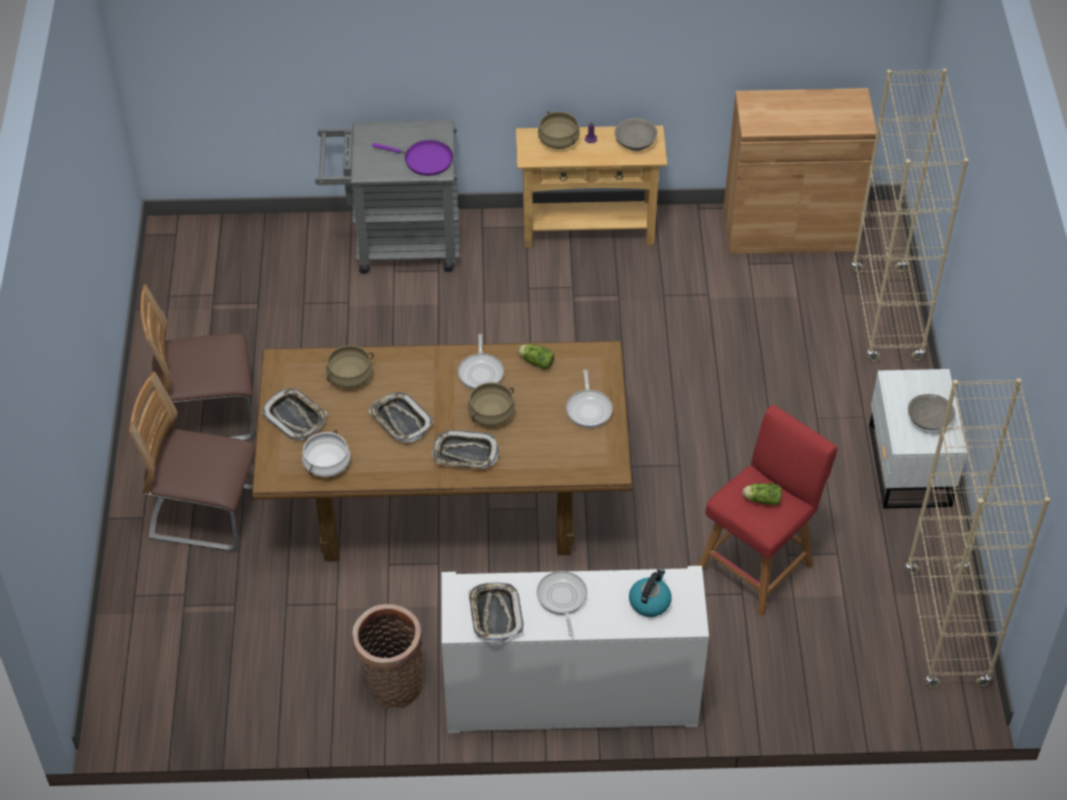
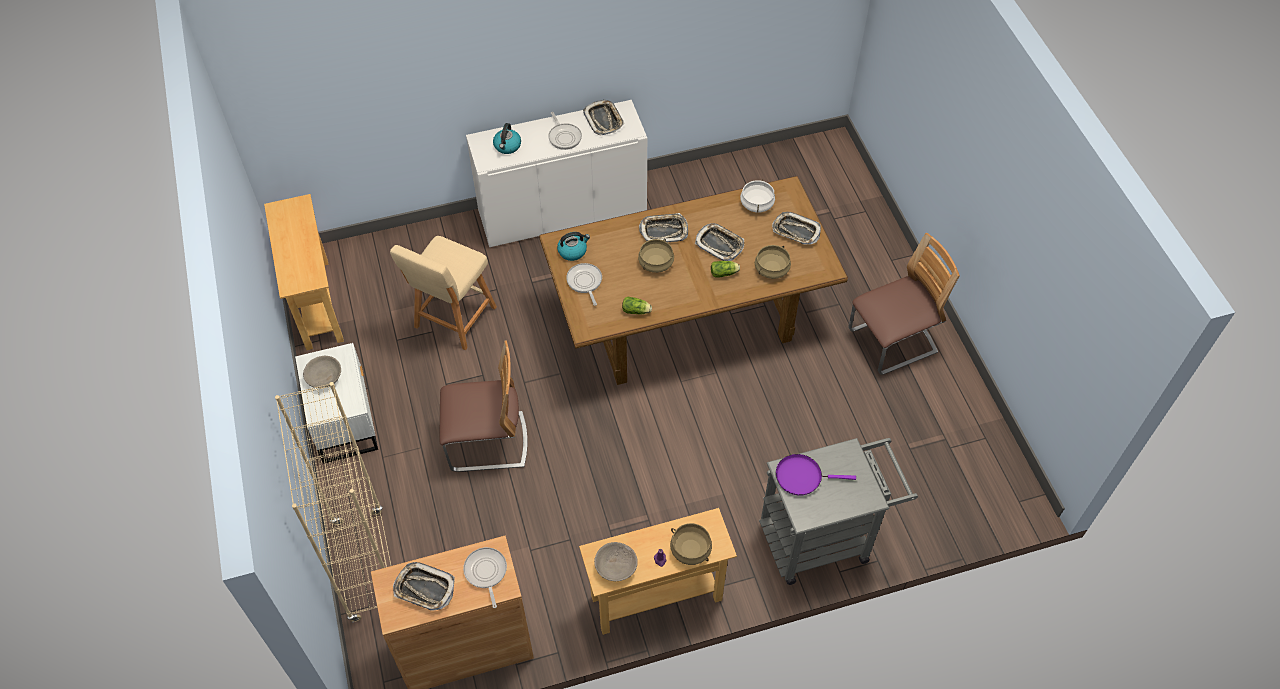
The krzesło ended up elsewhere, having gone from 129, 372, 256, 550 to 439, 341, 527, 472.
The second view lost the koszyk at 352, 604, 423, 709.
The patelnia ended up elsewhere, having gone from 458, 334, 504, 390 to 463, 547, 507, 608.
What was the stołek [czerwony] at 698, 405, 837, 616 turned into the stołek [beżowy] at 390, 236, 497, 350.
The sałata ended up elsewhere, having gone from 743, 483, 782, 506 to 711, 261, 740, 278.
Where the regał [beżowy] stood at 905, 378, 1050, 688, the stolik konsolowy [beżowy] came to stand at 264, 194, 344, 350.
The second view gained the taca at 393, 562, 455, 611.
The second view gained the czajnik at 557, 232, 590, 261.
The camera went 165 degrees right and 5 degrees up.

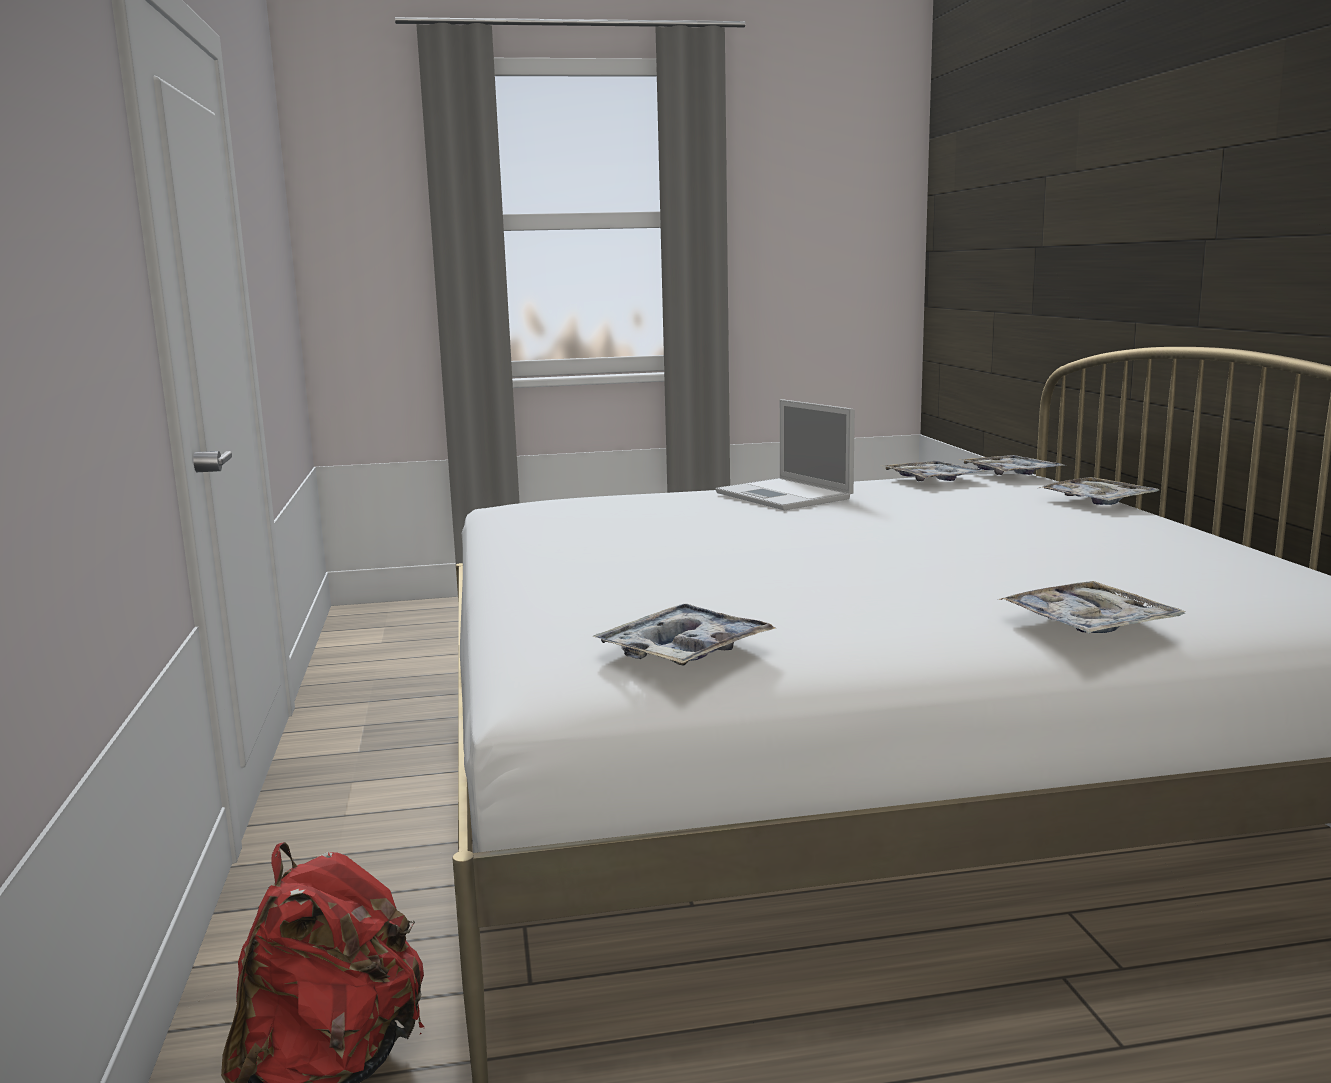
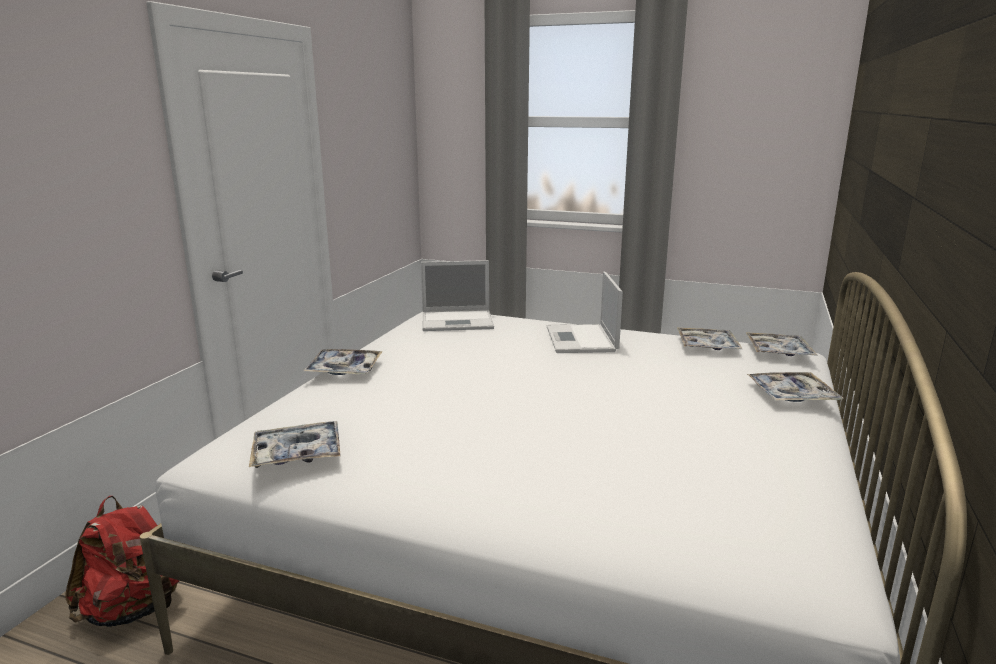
The taca ended up elsewhere, having gone from 998, 581, 1185, 633 to 302, 349, 383, 375.
The second view gained the laptop at 421, 260, 494, 331.
The camera went 30 degrees right and 5 degrees up.

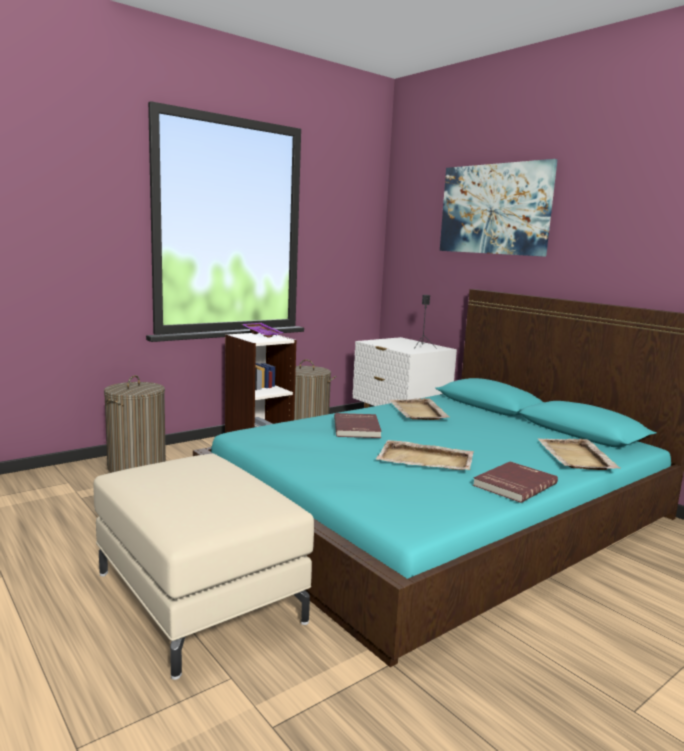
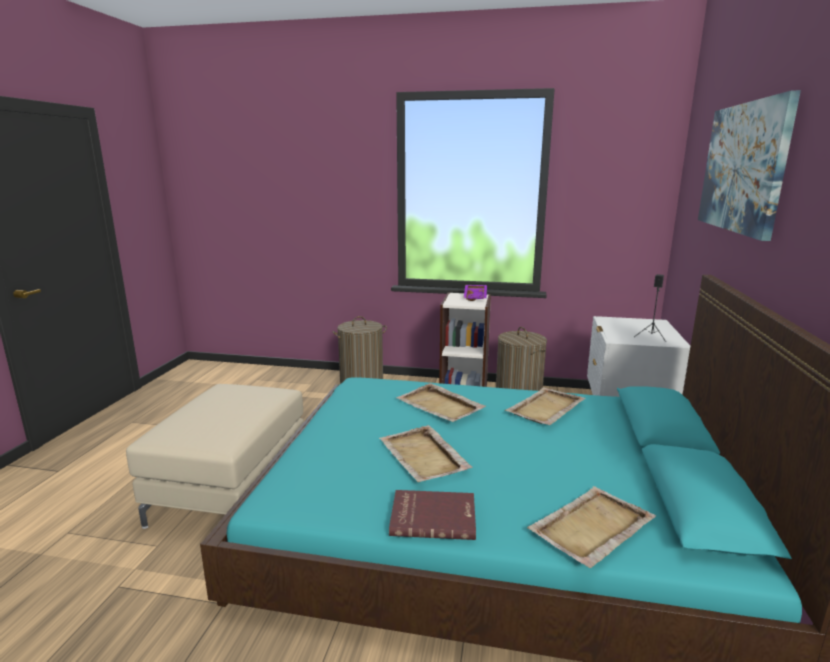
Where the książka [czerwony] stood at 334, 413, 382, 438, the taca [beżowy] came to stand at 396, 383, 486, 422.
The camera went 50 degrees right and 5 degrees up.

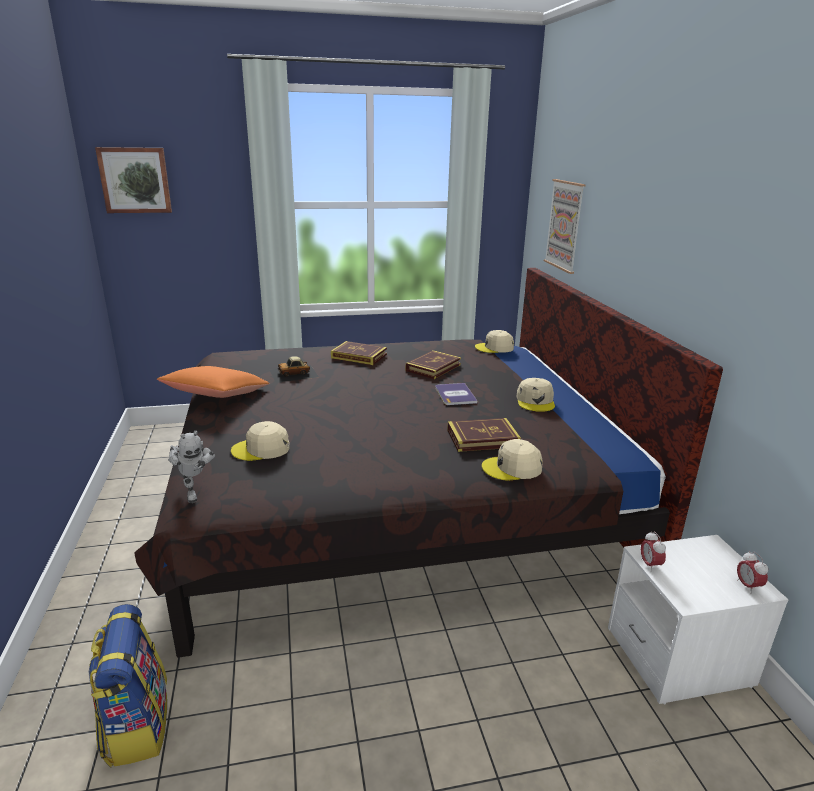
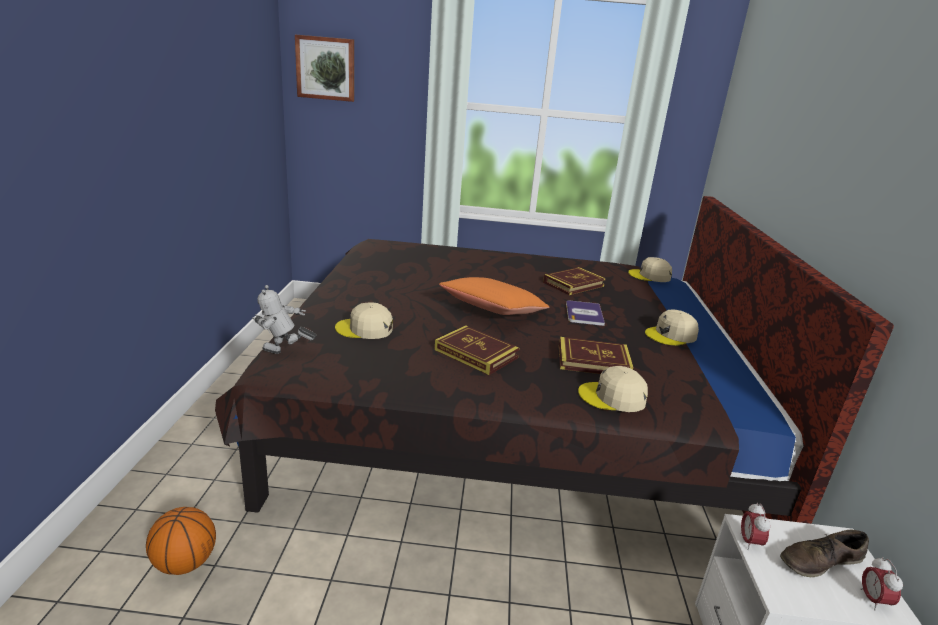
Where the plecak stood at 88, 604, 167, 767, the piłka do koszykówki came to stand at 146, 507, 216, 575.
The poduszka [pomarańczowy] ended up elsewhere, having gone from 157, 366, 269, 398 to 439, 277, 549, 315.
The robot zabawkowy at 168, 431, 215, 503 ended up facing another way, 105 degrees clockwise from before.
The second view lost the samochodzik at 270, 356, 319, 383.
The książka ended up elsewhere, having gone from 331, 341, 387, 365 to 435, 325, 519, 375.
The czapka z daszkiem [beżowy] at 516, 378, 555, 412 ended up facing another way, 45 degrees clockwise from before.
The second view lost the obraz at 544, 179, 585, 274.
The second view gained the but [brązowy] at 780, 530, 869, 577.
The camera went 15 degrees right and 0 degrees up.

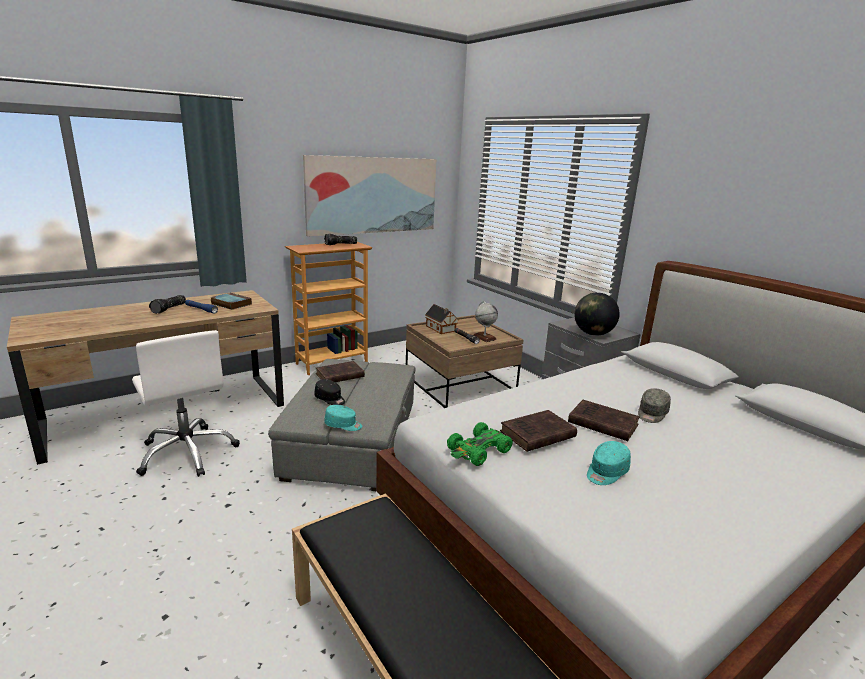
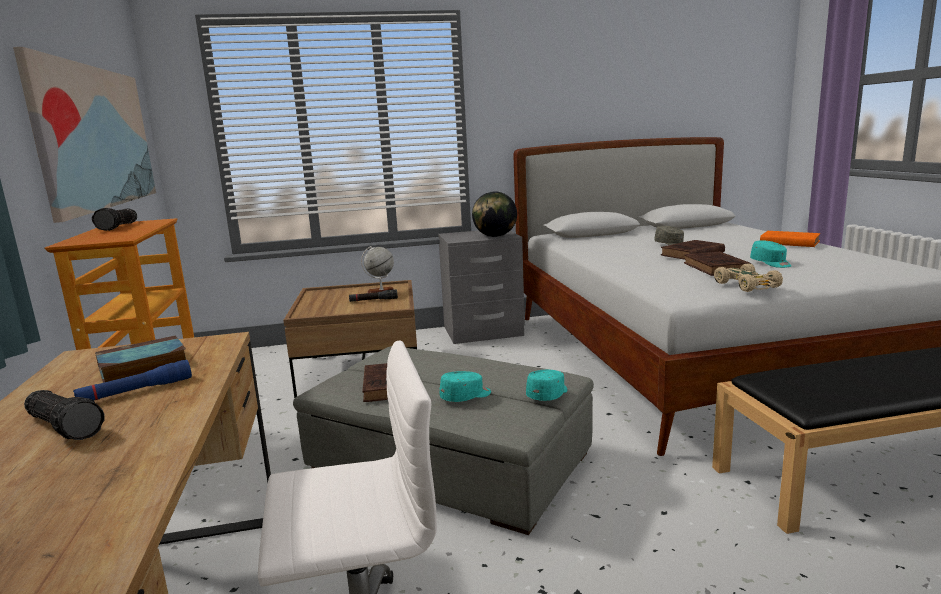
What was the czapka z daszkiem [czarny] at 314, 379, 345, 405 turned into the czapka z daszkiem [turkusowy] at 440, 371, 491, 402.
The second view lost the domek at 425, 304, 458, 334.
What was the samochodzik [zielony] at 447, 422, 513, 466 turned into the samochodzik [beżowy] at 714, 263, 783, 292.
The second view gained the książka [pomarańczowy] at 760, 231, 820, 247.
The camera went 65 degrees left and 5 degrees down.

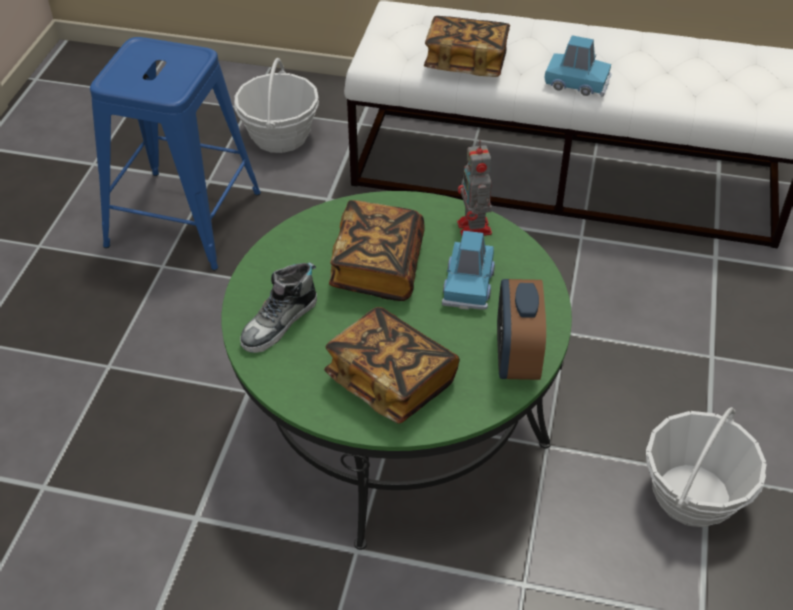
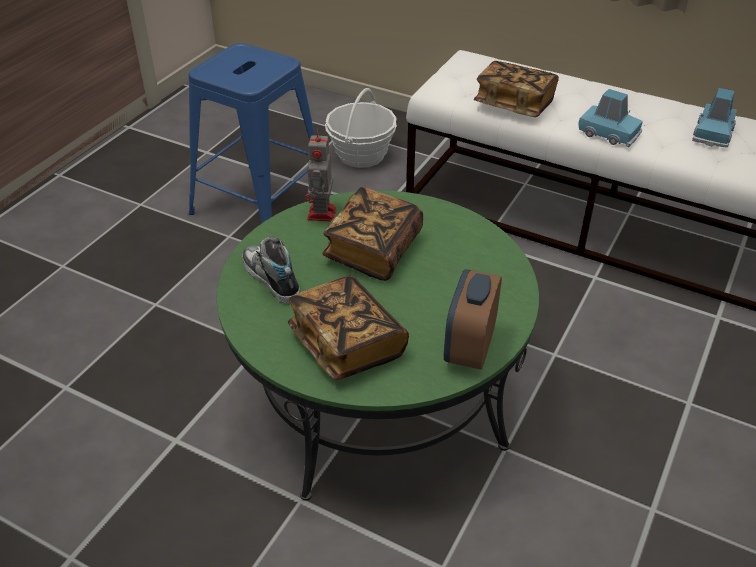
The but at 240, 262, 317, 353 ended up facing another way, 90 degrees clockwise from before.
The samochodzik [niebieski] ended up elsewhere, having gone from 442, 231, 495, 310 to 692, 88, 737, 147.
The robot zabawkowy ended up elsewhere, having gone from 457, 140, 492, 236 to 305, 129, 337, 222.
The second view lost the koszyk at 646, 407, 767, 527.
The camera went 15 degrees right and 5 degrees down.

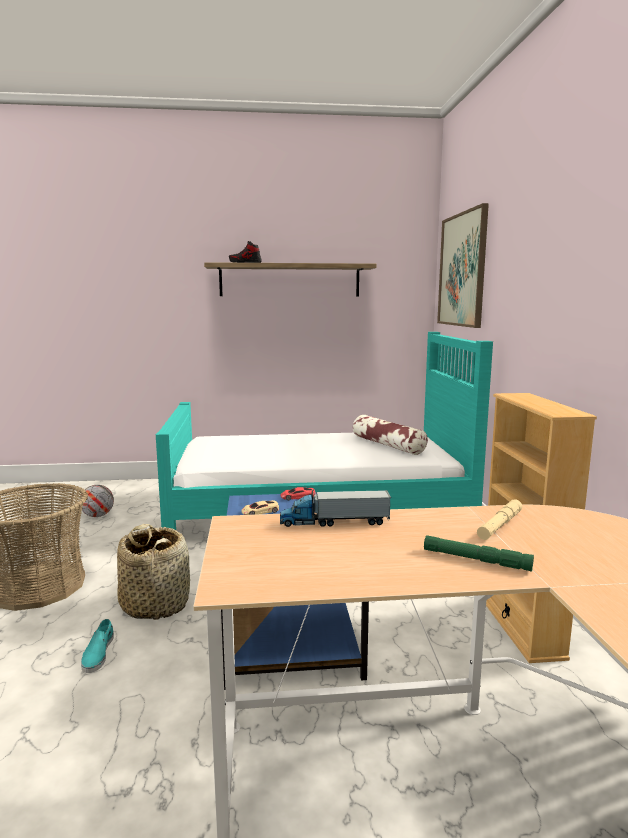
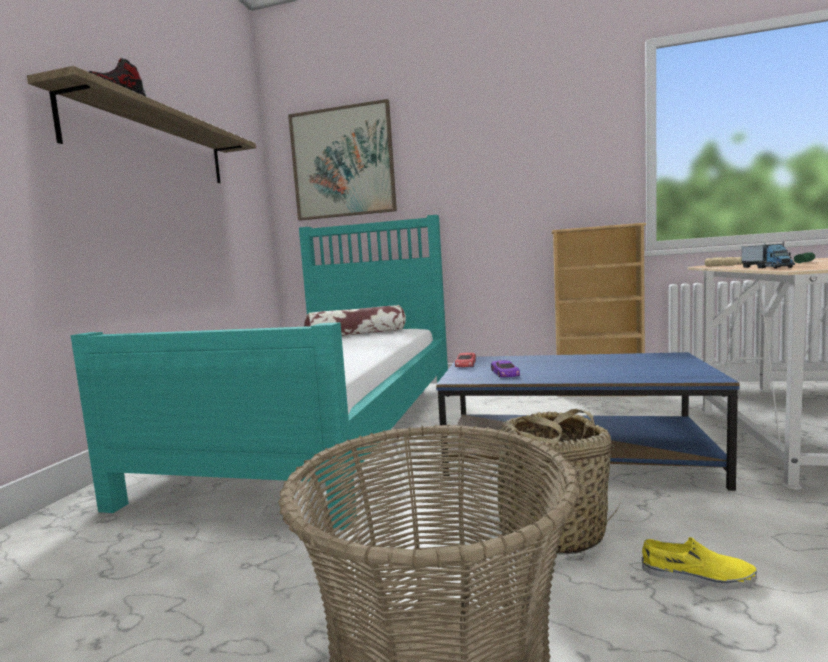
The second view lost the piłka futbolowa at 80, 485, 114, 517.
What was the but [turkusowy] at 81, 619, 114, 673 turned into the but [żółty] at 642, 537, 757, 590.
What was the samochodzik [beżowy] at 241, 500, 279, 515 turned into the samochodzik [fioletowy] at 491, 360, 520, 377.
The camera went 70 degrees left and 5 degrees down.

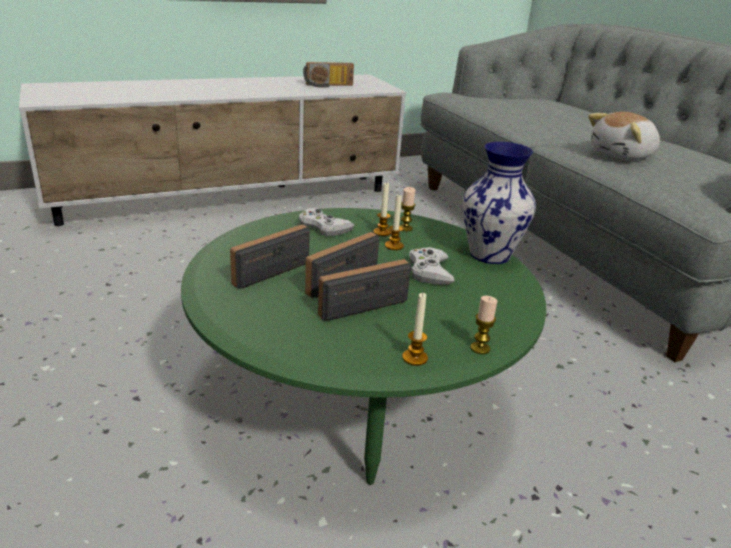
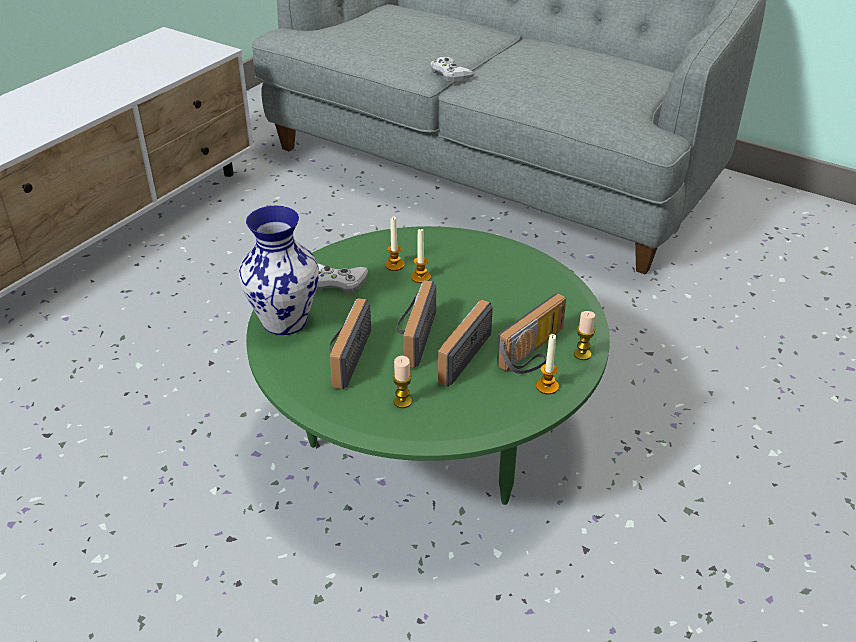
The radio ended up elsewhere, having gone from 303, 62, 354, 88 to 497, 293, 566, 374.
The świeca ended up elsewhere, having gone from 400, 187, 415, 231 to 393, 356, 412, 408.
The pad do gier [biały] ended up elsewhere, having gone from 409, 247, 455, 285 to 430, 57, 475, 81.
The wazon ended up elsewhere, having gone from 462, 142, 536, 264 to 239, 206, 319, 335.
The second view lost the pluszak at 588, 112, 660, 160.
The camera went 30 degrees left and 10 degrees up.

